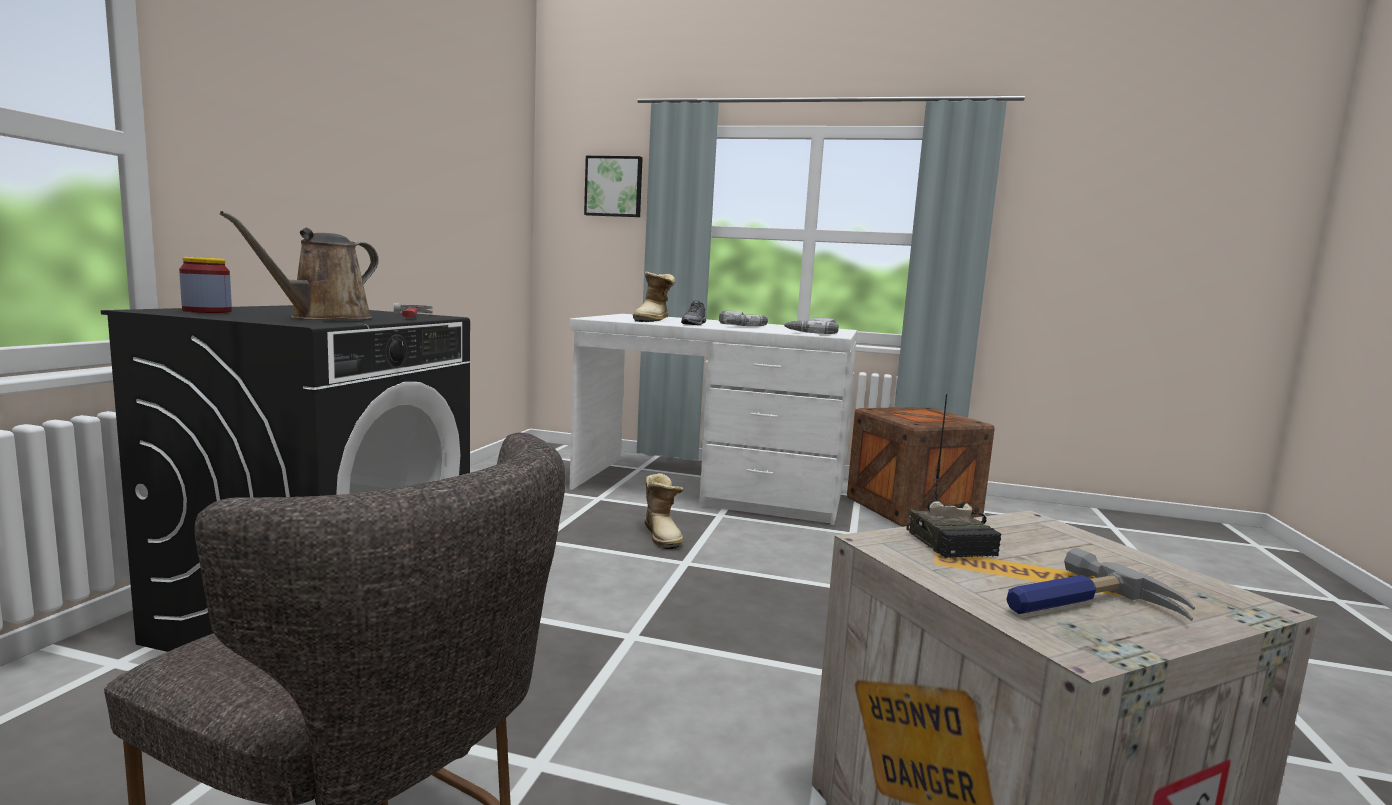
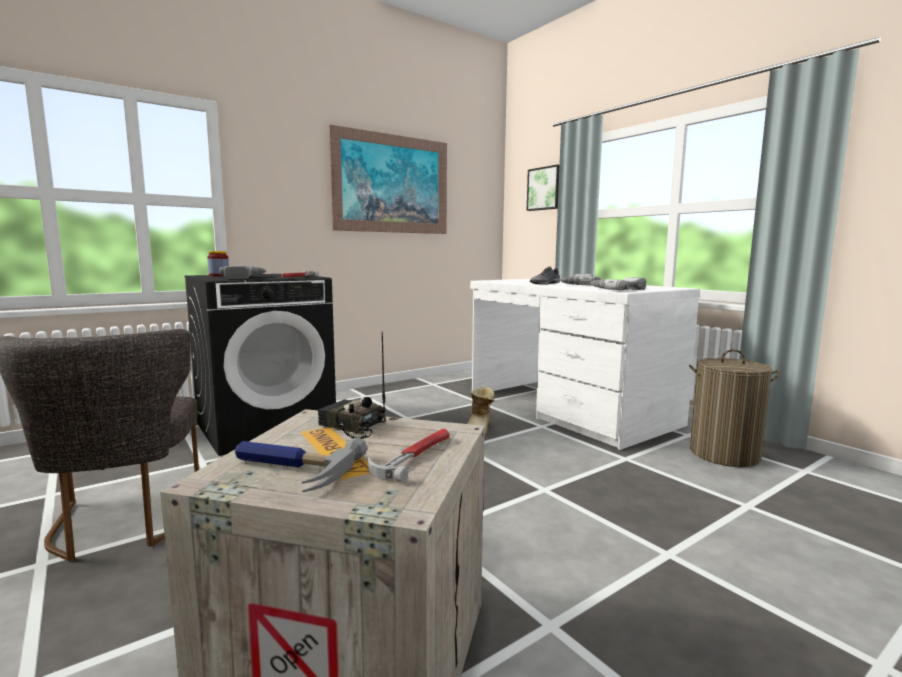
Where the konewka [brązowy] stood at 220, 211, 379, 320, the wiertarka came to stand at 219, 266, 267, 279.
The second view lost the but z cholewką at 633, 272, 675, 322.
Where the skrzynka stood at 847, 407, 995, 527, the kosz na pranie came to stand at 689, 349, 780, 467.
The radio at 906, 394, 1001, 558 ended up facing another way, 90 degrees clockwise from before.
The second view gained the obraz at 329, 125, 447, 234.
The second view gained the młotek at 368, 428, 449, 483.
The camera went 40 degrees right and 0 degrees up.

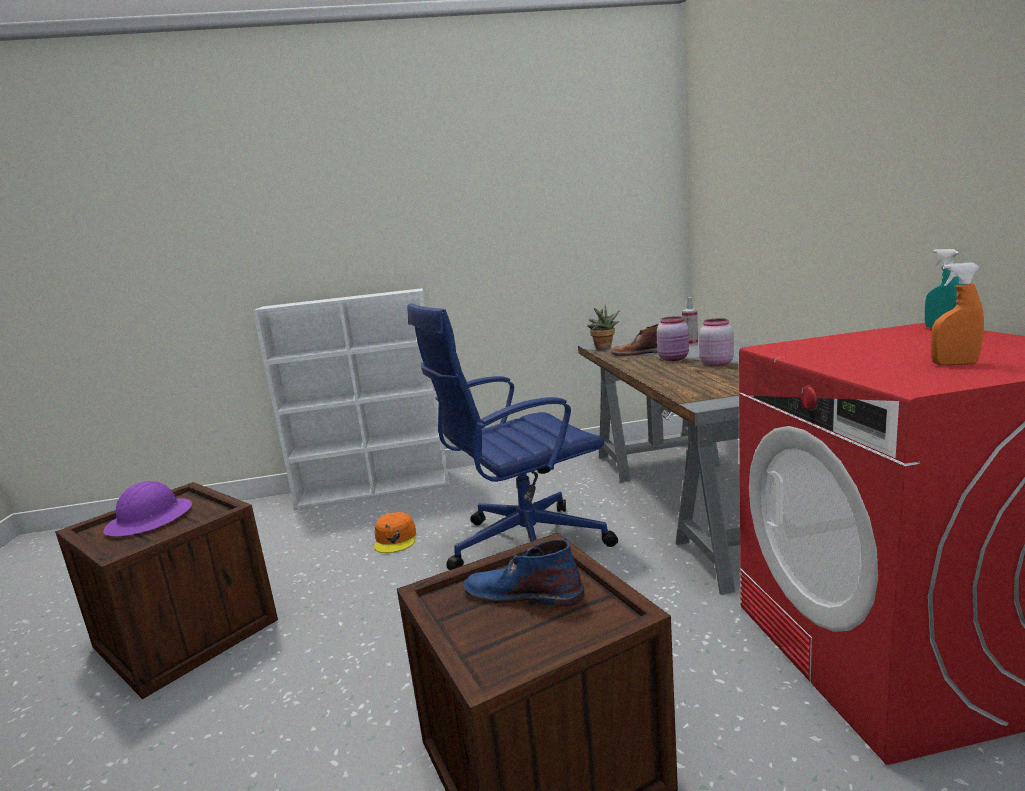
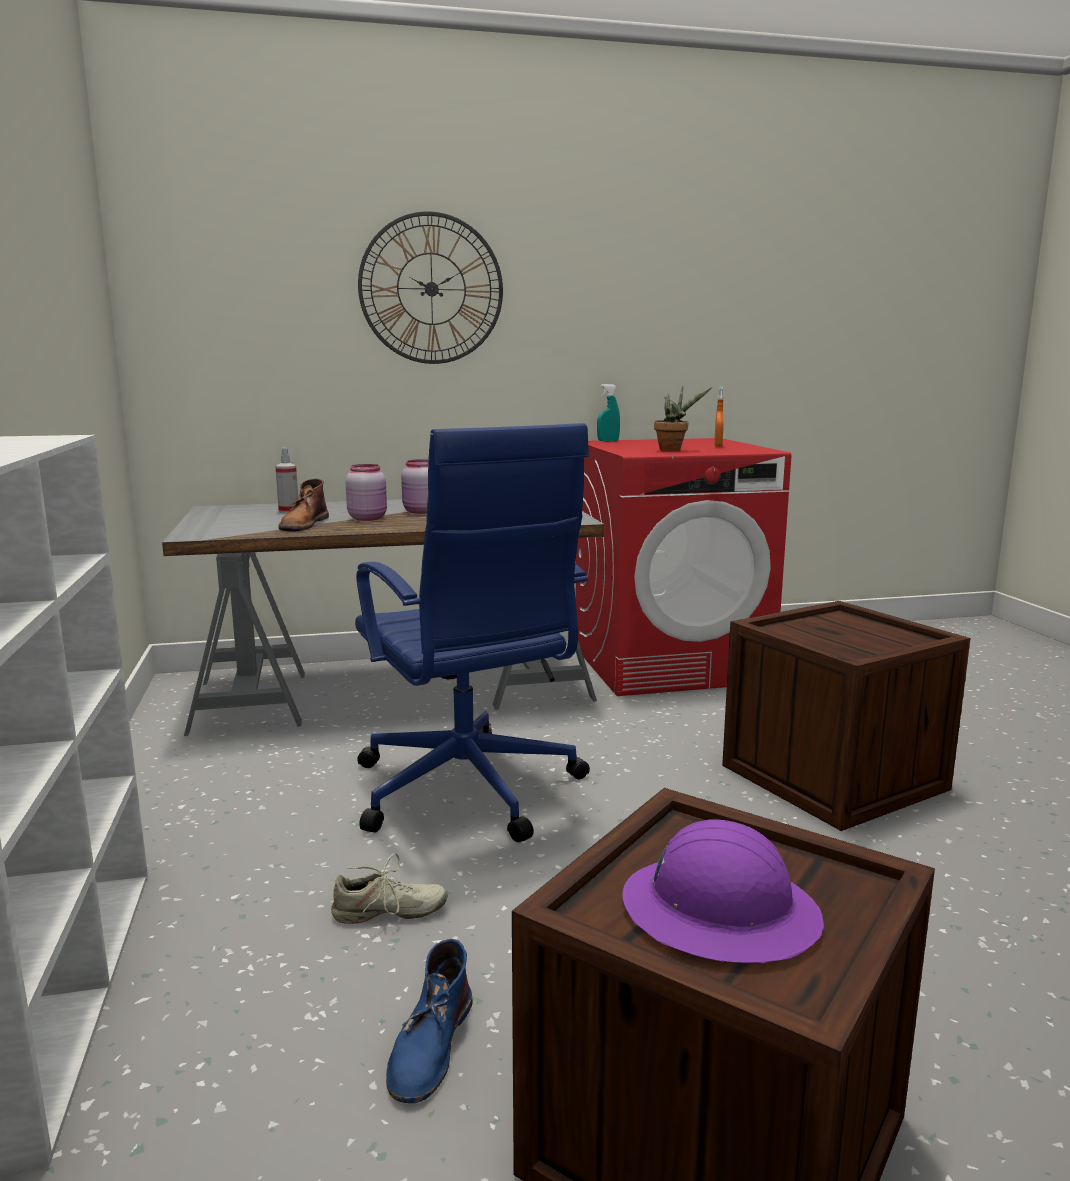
Where the czapka z daszkiem [pomarańczowy] stood at 374, 512, 416, 553, the but [beżowy] came to stand at 331, 853, 448, 924.
The but z cholewką [niebieski] ended up elsewhere, having gone from 463, 539, 584, 606 to 386, 939, 472, 1103.
The roślina doniczkowa ended up elsewhere, having gone from 587, 305, 620, 350 to 654, 386, 712, 451.
The second view gained the zegar ścienny at 358, 211, 503, 364.
The camera went 95 degrees left and 0 degrees up.

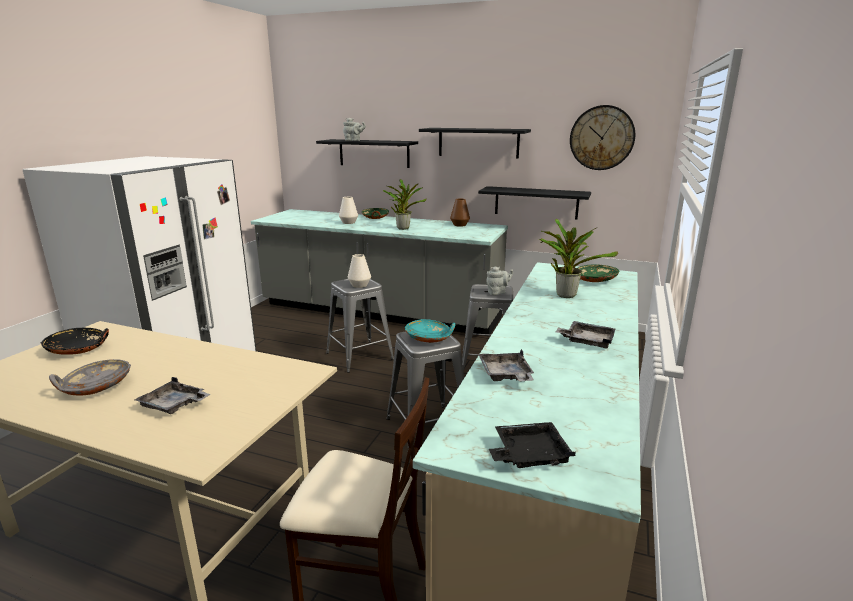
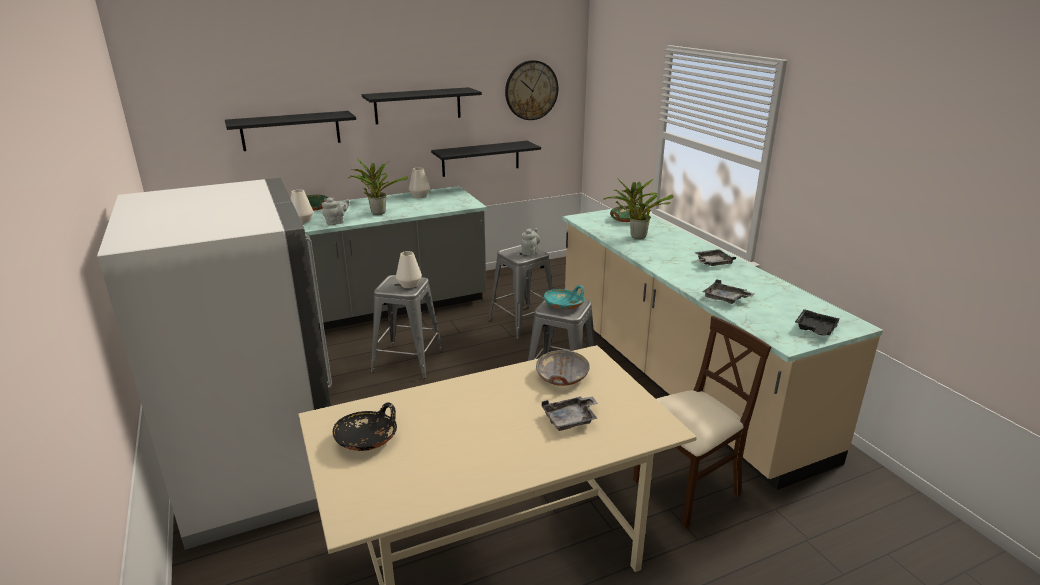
The miska [szary] ended up elsewhere, having gone from 49, 359, 131, 395 to 536, 350, 589, 386.
The imbryk [szary] ended up elsewhere, having gone from 343, 118, 366, 141 to 322, 197, 350, 226.
What was the wazon [brązowy] at 450, 199, 470, 227 turned into the wazon [biały] at 409, 168, 430, 198.
The camera went 45 degrees left and 5 degrees up.

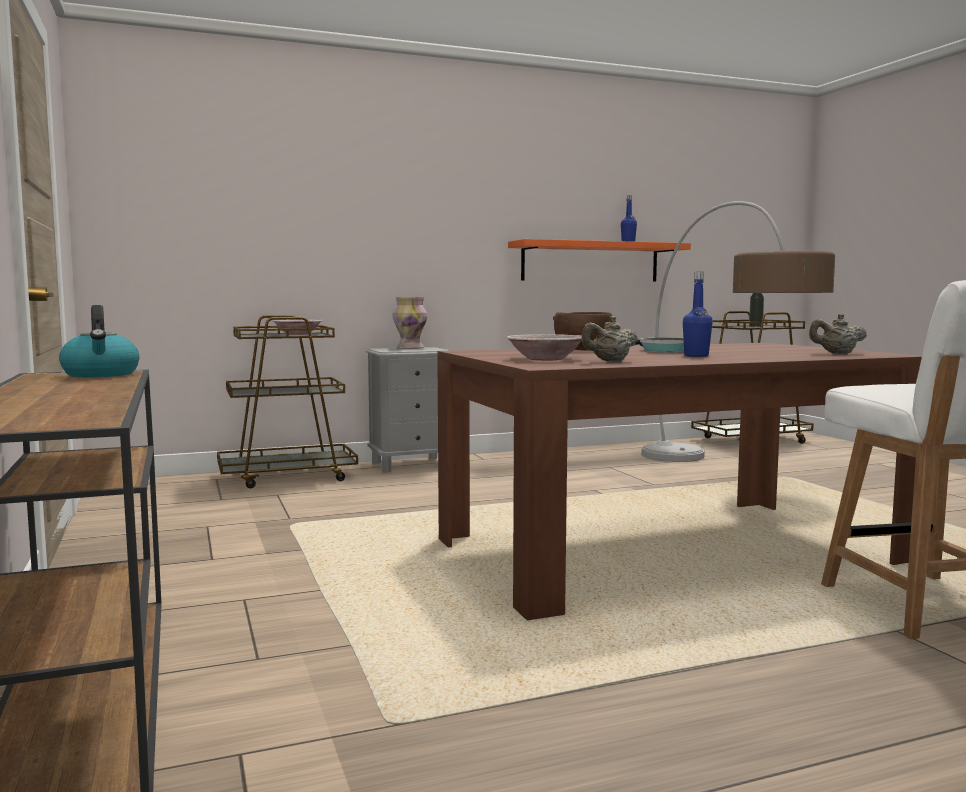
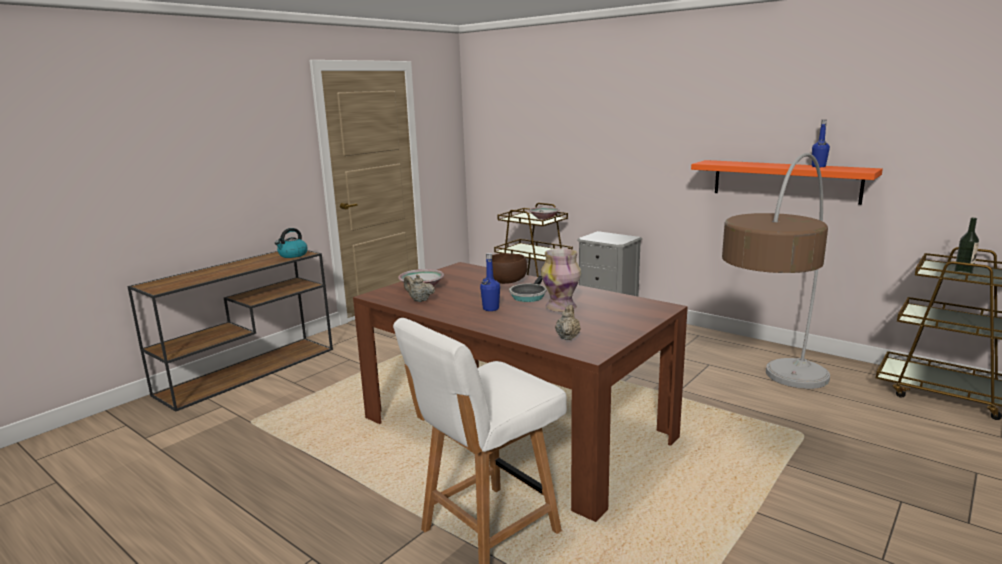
The wazon ended up elsewhere, having gone from 392, 297, 427, 349 to 541, 248, 581, 312.
The imbryk [beżowy] at 809, 314, 867, 354 ended up facing another way, 45 degrees clockwise from before.
The camera went 60 degrees right and 10 degrees up.

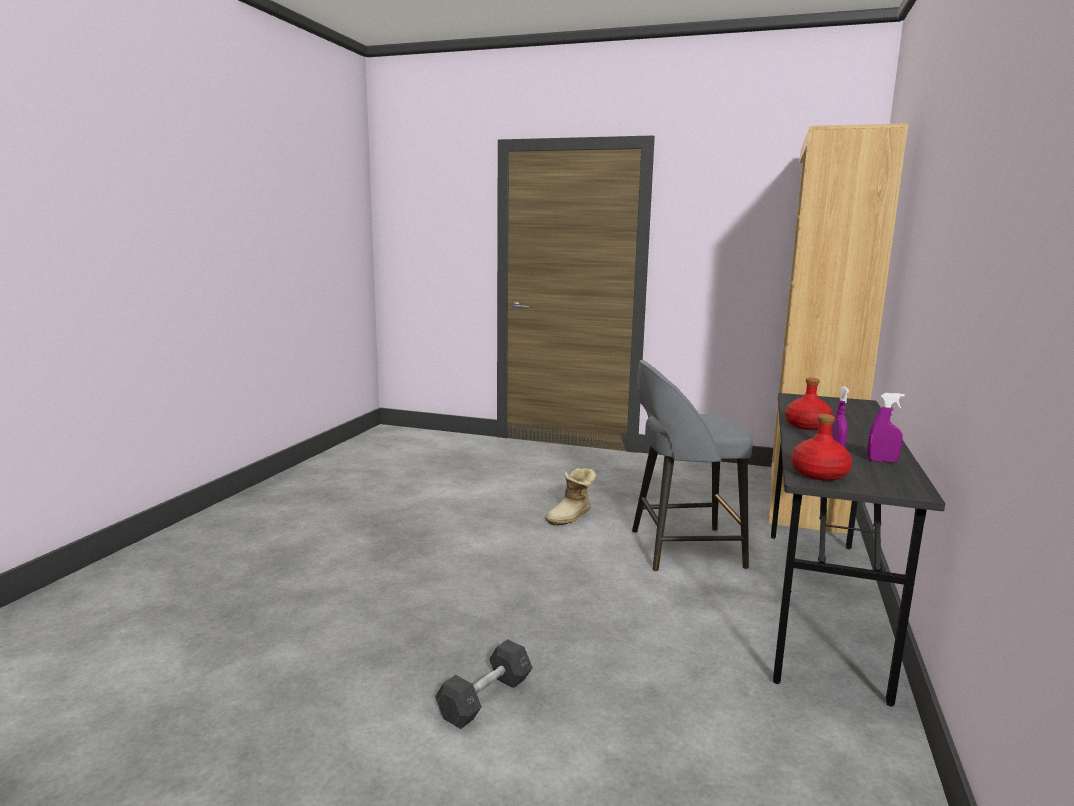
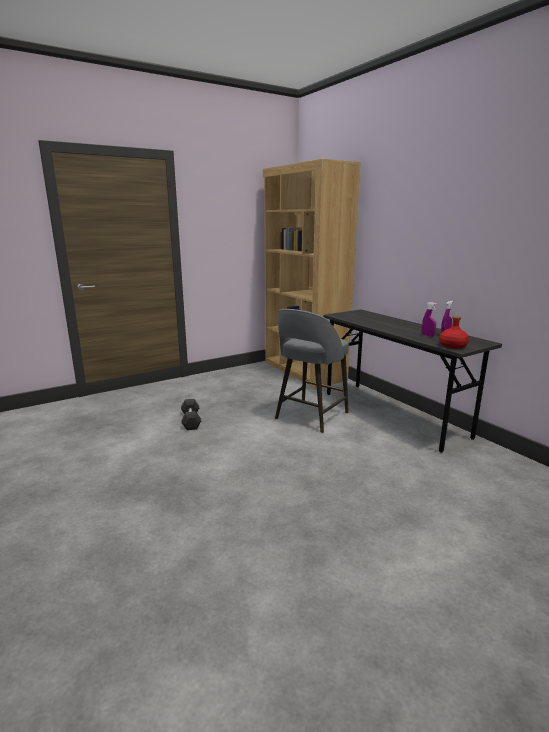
The hantel [szary] ended up elsewhere, having gone from 435, 639, 533, 729 to 181, 399, 201, 430.
The second view lost the but z cholewką at 545, 468, 596, 526.
The second view lost the butelka [czerwony] at 785, 378, 833, 430.
The camera went 50 degrees left and 5 degrees up.

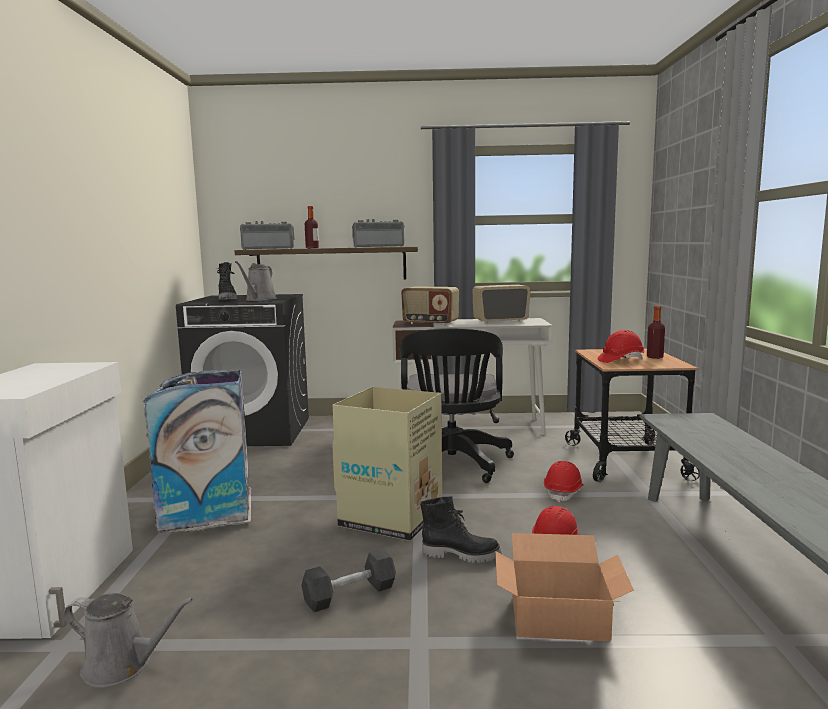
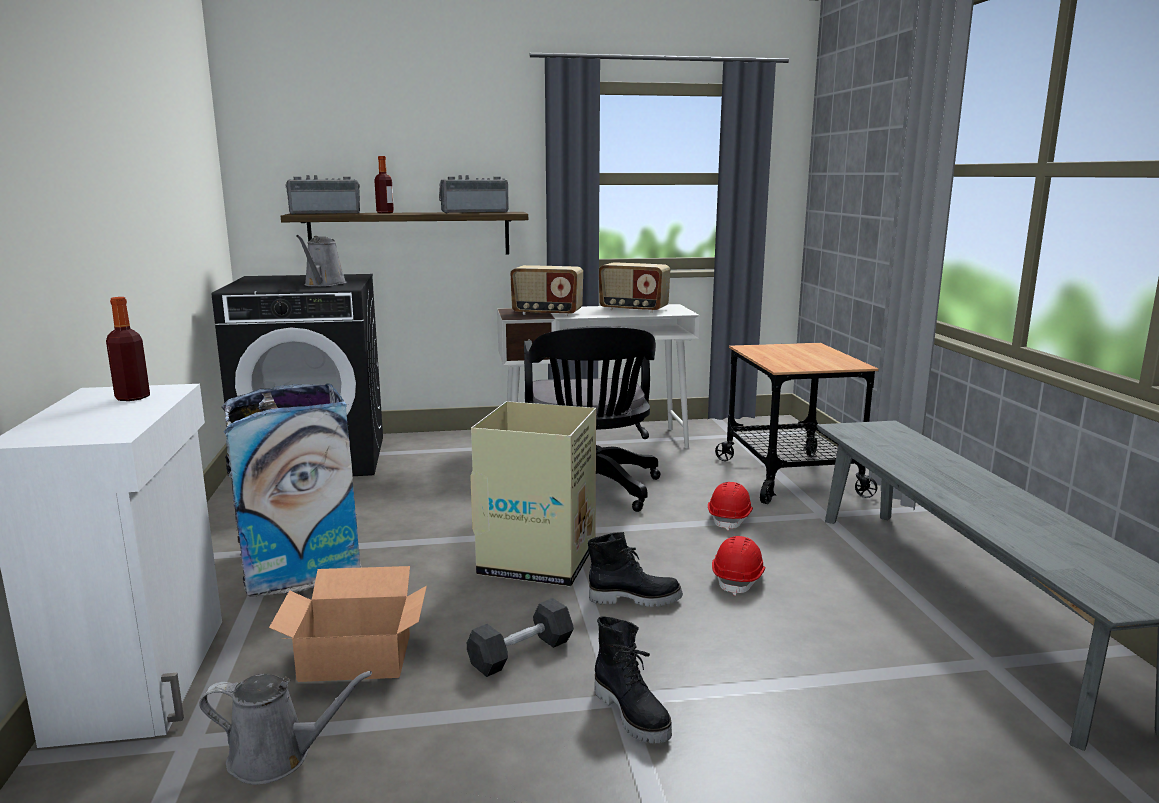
The but z cholewką [czarny] ended up elsewhere, having gone from 217, 262, 237, 300 to 594, 616, 672, 743.
The radio at 473, 284, 530, 323 ended up facing another way, 135 degrees counterclockwise from before.
The karton ended up elsewhere, having gone from 495, 533, 634, 641 to 269, 566, 427, 682.
The second view lost the kask [czerwony] at 598, 330, 644, 363.
The butelka ended up elsewhere, having gone from 647, 306, 665, 359 to 106, 297, 150, 401.
The camera went 10 degrees left and 5 degrees up.

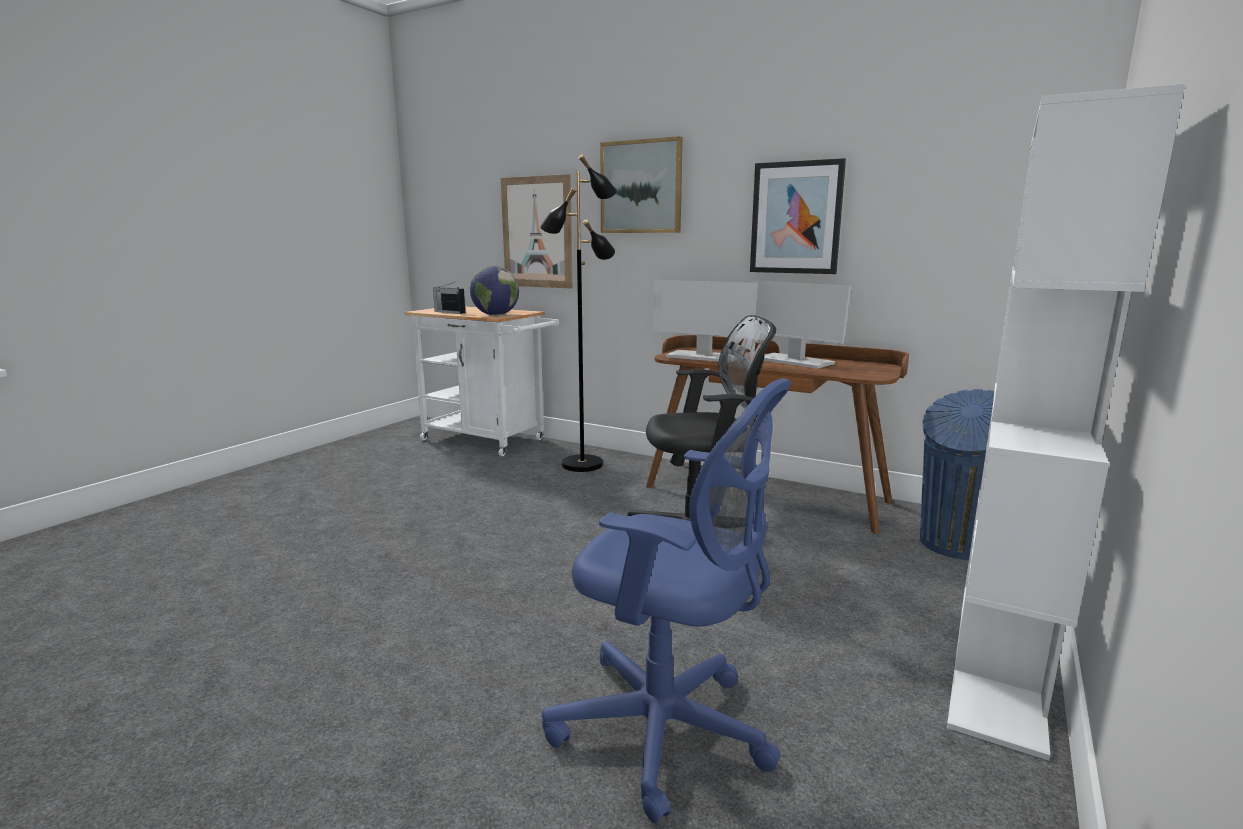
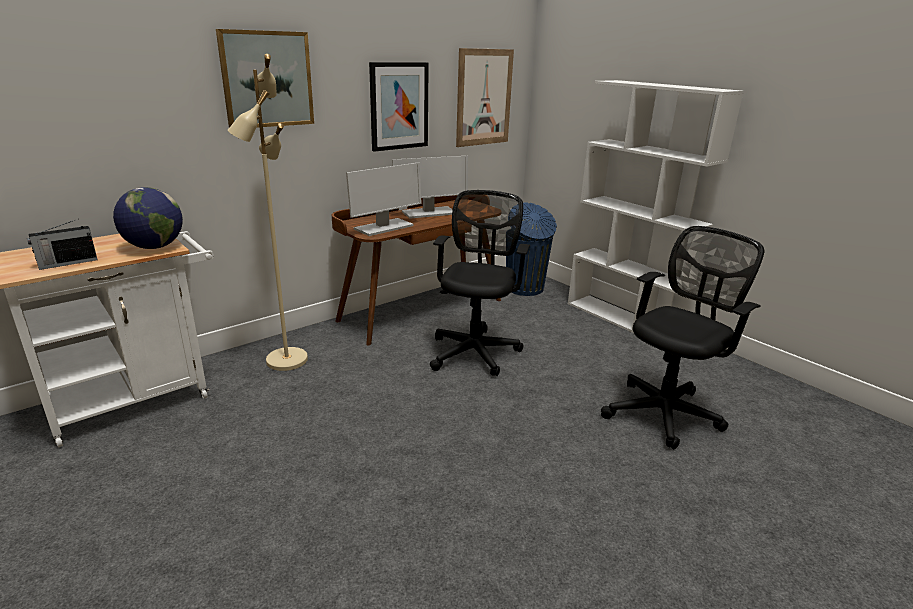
The obraz ended up elsewhere, having gone from 501, 174, 573, 288 to 456, 48, 514, 147.
What was the lampa stojąca [czarny] at 540, 155, 617, 472 turned into the lampa stojąca [beżowy] at 228, 54, 308, 371.
What was the krzesło biurowe [niebieski] at 542, 378, 792, 823 turned into the krzesło biurowe [czarny] at 601, 226, 764, 450.
The camera went 70 degrees left and 10 degrees up.

